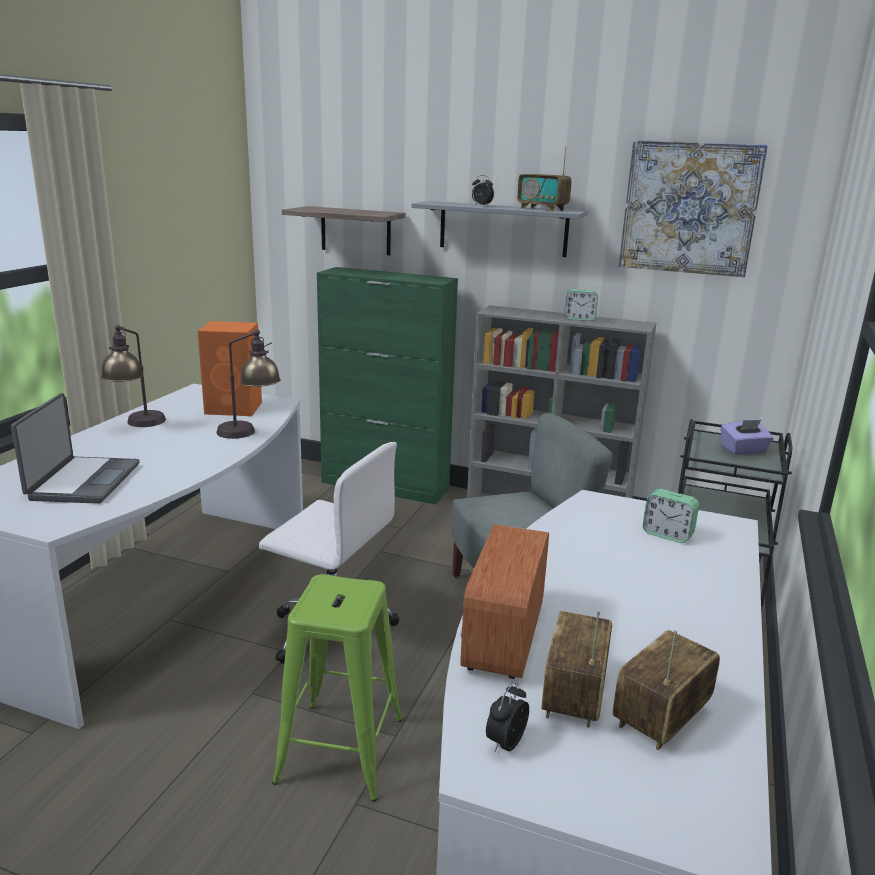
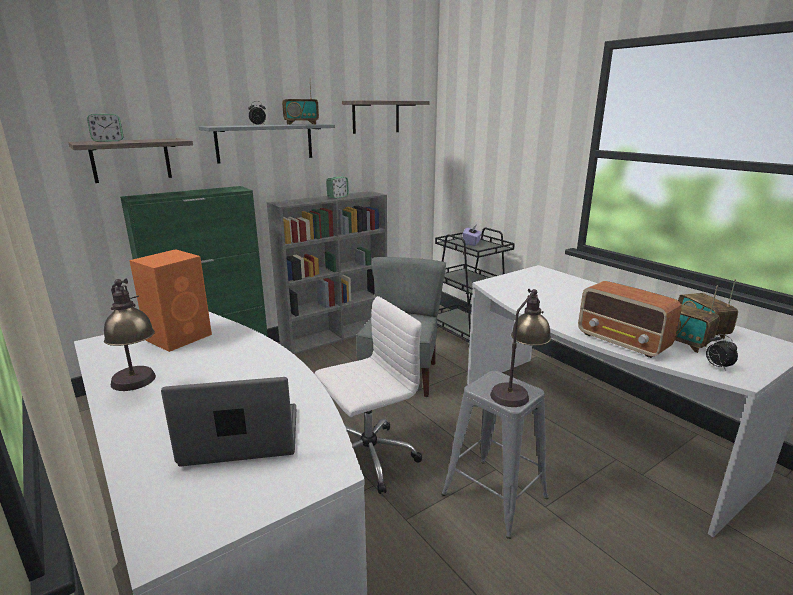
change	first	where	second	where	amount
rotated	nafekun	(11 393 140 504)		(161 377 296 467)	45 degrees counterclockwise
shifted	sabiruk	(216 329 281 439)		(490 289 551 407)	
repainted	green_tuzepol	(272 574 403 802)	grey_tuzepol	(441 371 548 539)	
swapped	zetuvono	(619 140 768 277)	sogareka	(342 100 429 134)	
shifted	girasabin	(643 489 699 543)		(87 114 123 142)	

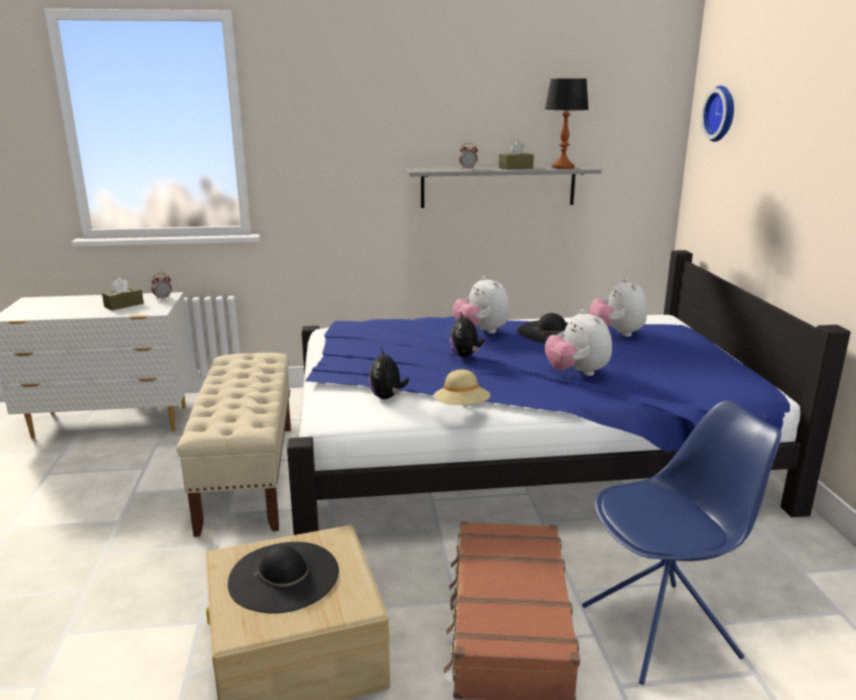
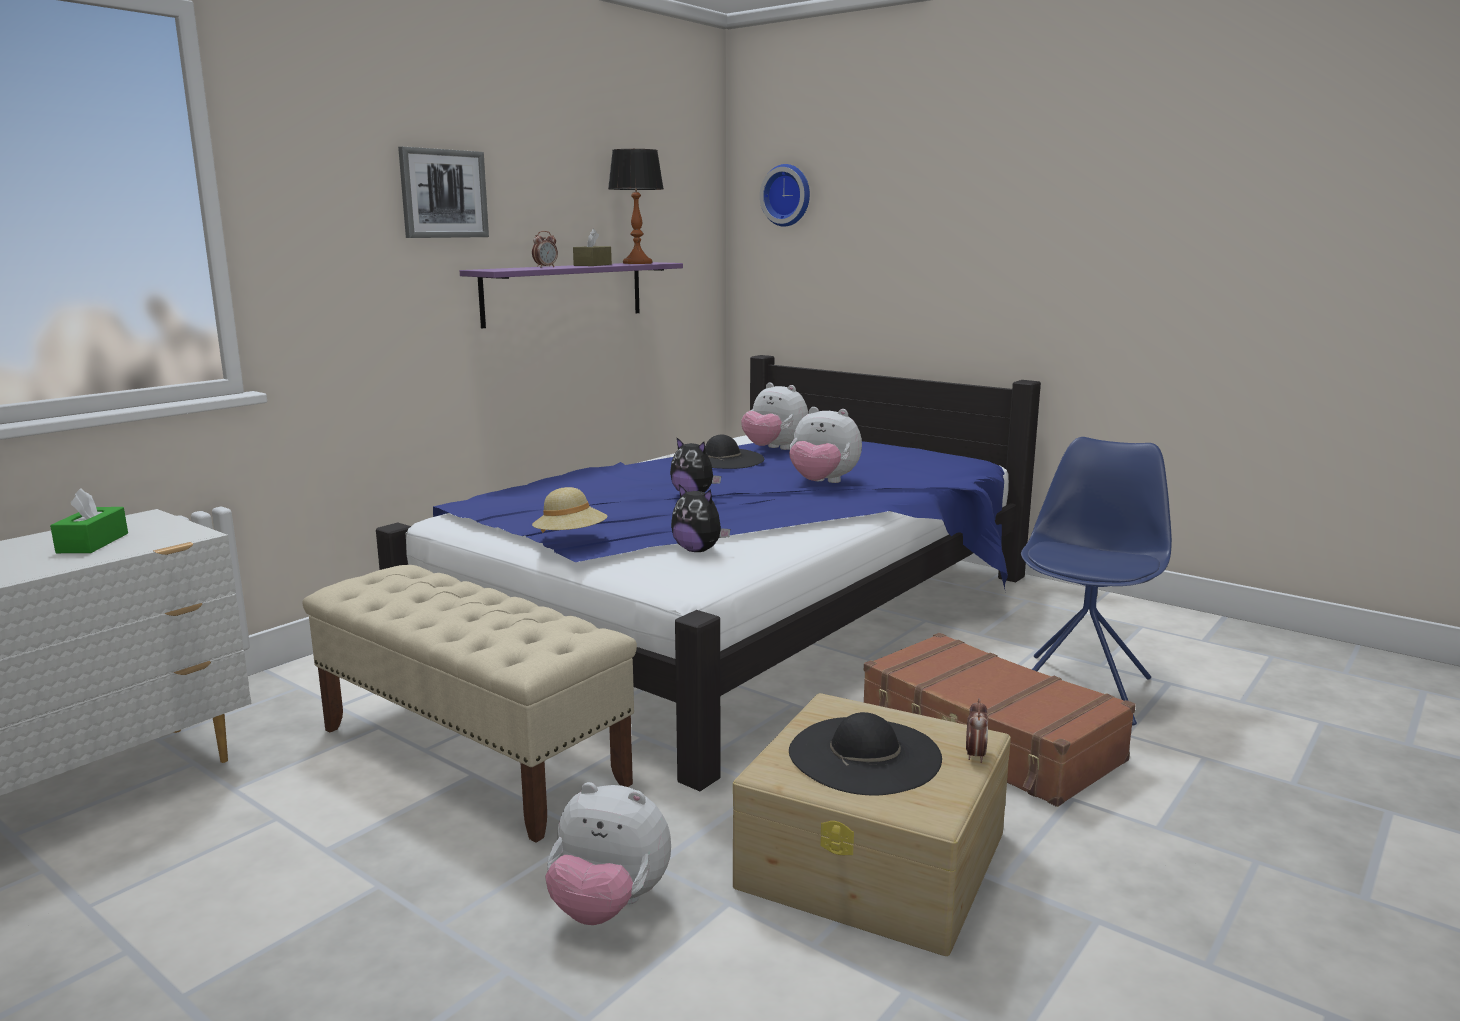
change	first	where	second	where	amount
repainted	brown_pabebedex	(102 277 144 310)	green_pabebedex	(50 488 128 553)	
shifted	girasabin	(151 273 172 300)		(966 698 988 763)	
repainted	grey_sogareka	(406 165 602 208)	purple_sogareka	(460 262 683 328)	
shifted	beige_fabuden	(434 369 490 405)		(532 487 608 533)	
shifted	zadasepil	(453 276 510 334)		(545 782 671 925)	
new			zetuvono	(398 147 489 238)	

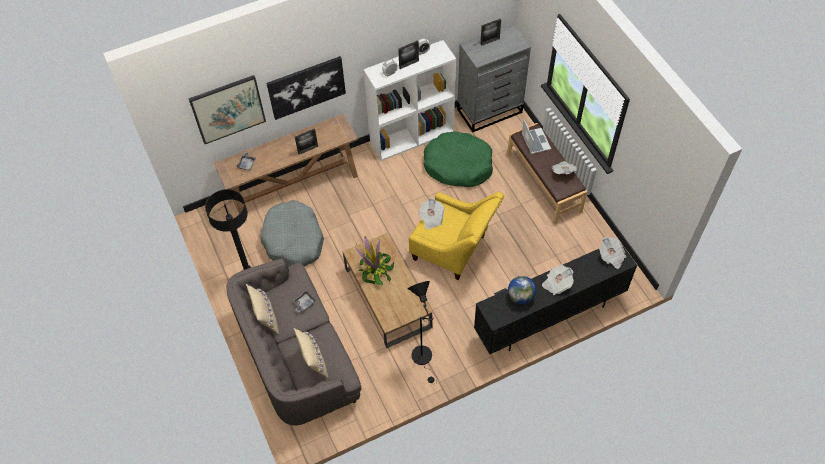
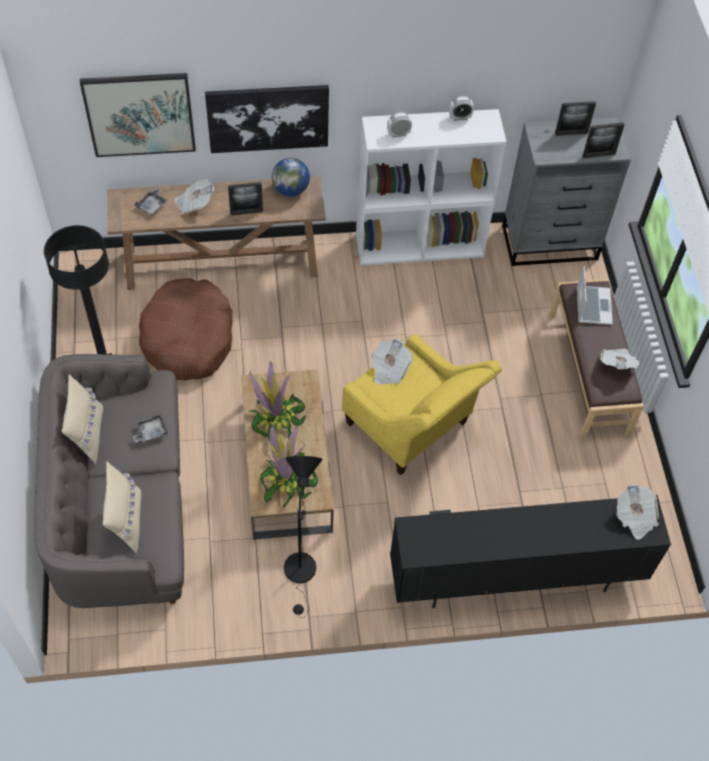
change	first	where	second	where	amount
repainted	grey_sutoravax	(260 200 324 267)	brown_sutoravax	(139 278 232 380)	
shifted	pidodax	(398 41 419 69)		(583 122 624 158)	
gone	green_sutoravax	(424 131 493 187)			
shifted	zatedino	(508 276 536 304)		(272 158 310 196)	
shifted	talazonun	(542 265 574 296)		(174 179 214 215)	
new			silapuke	(260 424 318 508)	

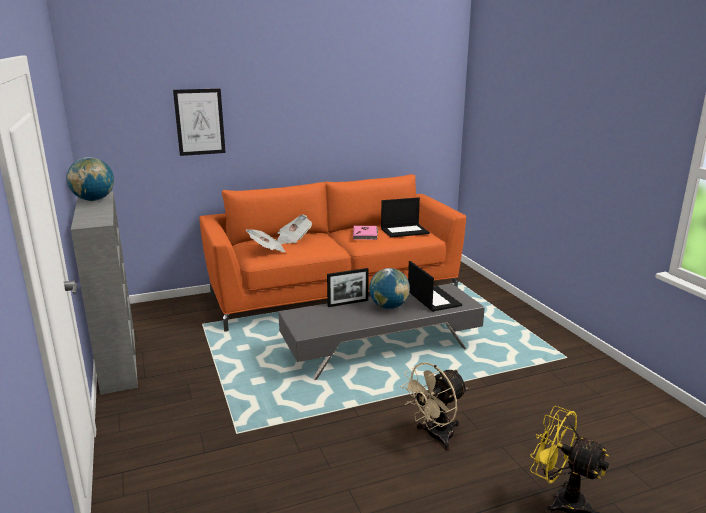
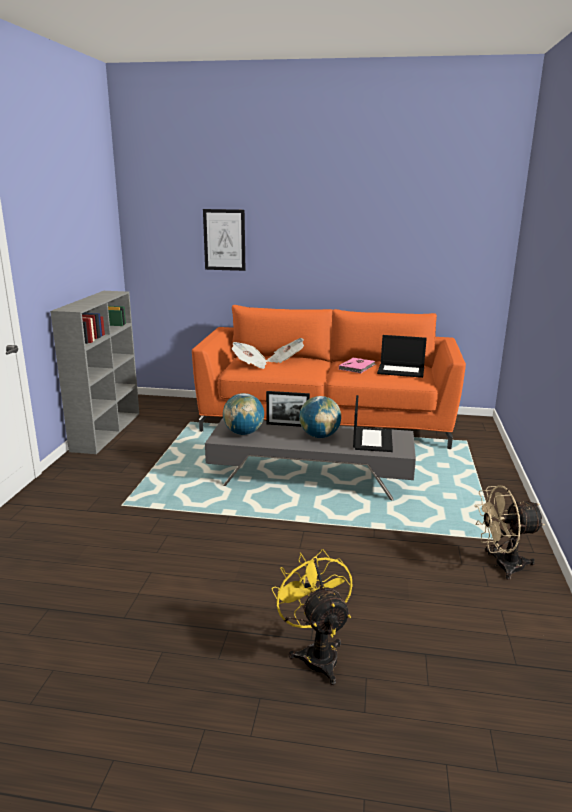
change	first	where	second	where	amount
shifted	zatedino	(67 157 114 201)		(223 393 264 435)	
shifted	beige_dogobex	(401 362 468 450)		(475 485 545 580)	

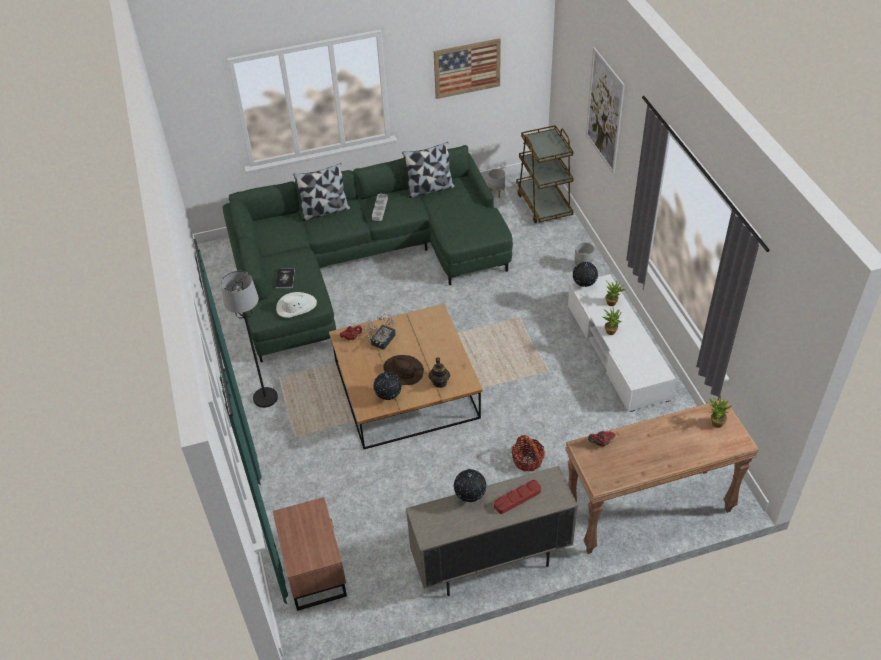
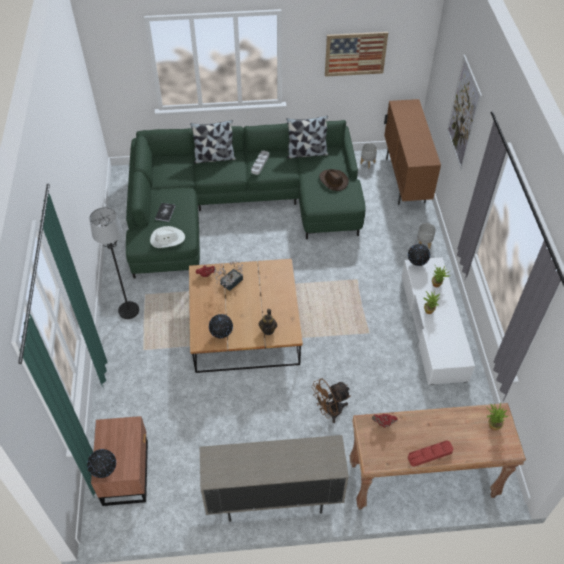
change	first	where	second	where	amount
shifted	brown_fabuden	(383 355 424 385)		(319 169 349 191)	
shifted	zatedino	(454 469 487 503)		(87 449 116 478)	
shifted	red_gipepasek	(494 480 541 514)		(408 441 453 466)	
swapped	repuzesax	(512 435 545 472)	brown_dogobex	(311 378 351 423)	
swapped	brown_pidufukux	(516 125 573 223)	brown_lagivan	(384 99 441 205)	

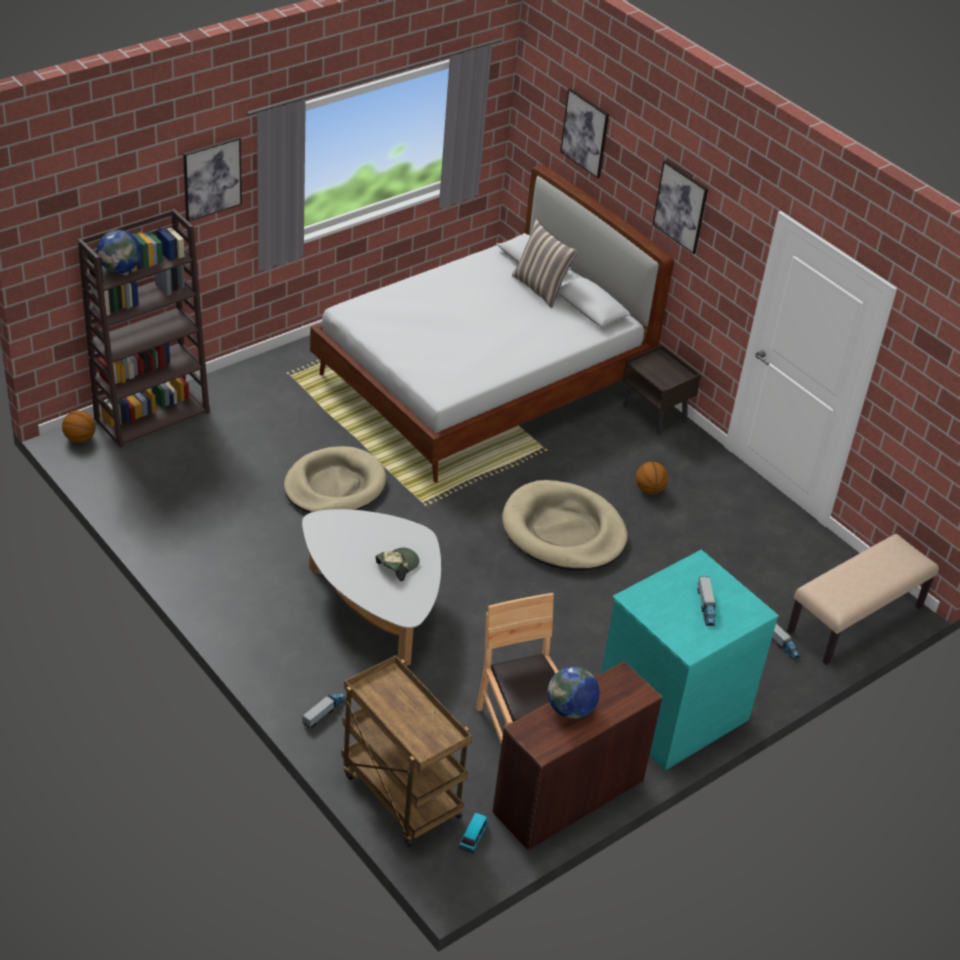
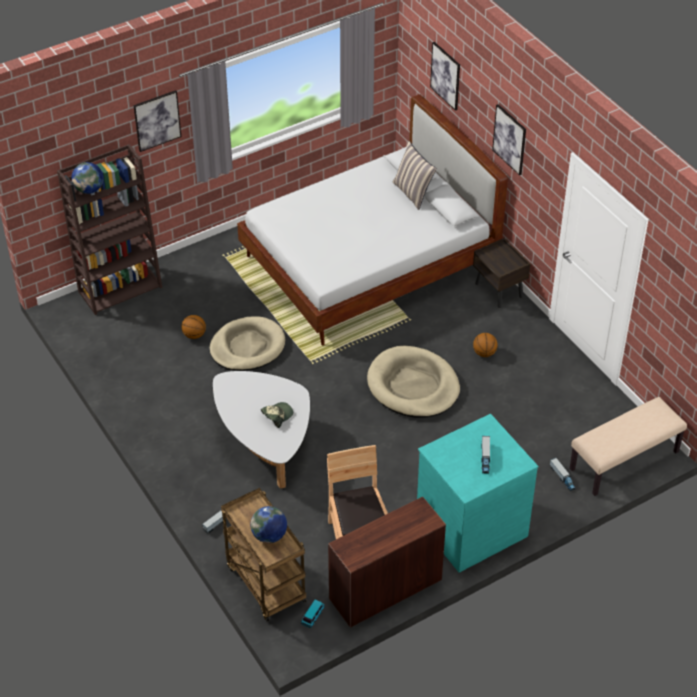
change	first	where	second	where	amount
shifted	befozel	(62 410 96 443)		(181 315 206 339)	
shifted	zatedino	(548 667 600 719)		(250 506 287 543)	

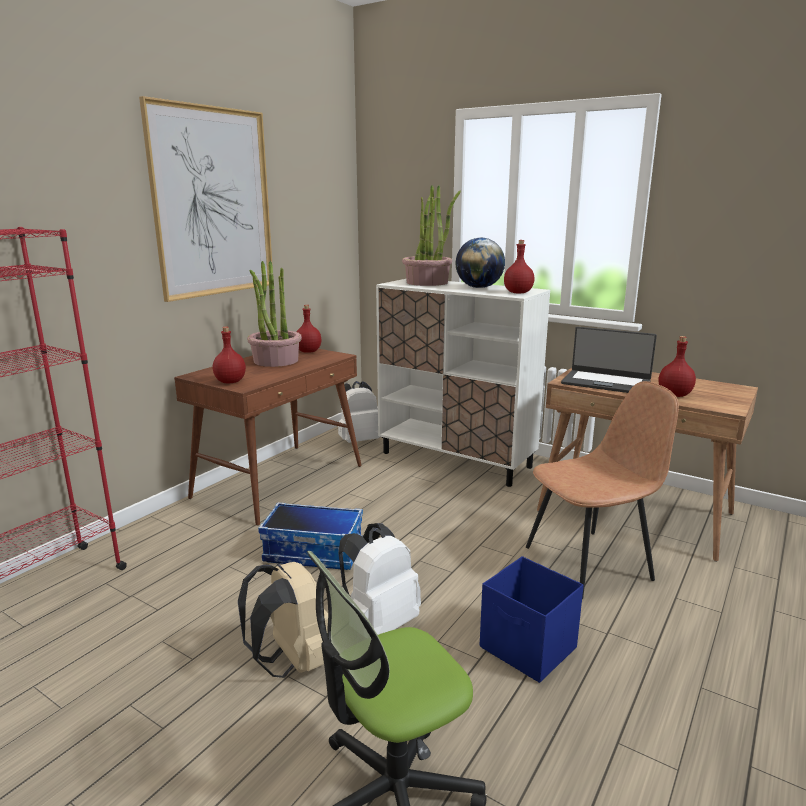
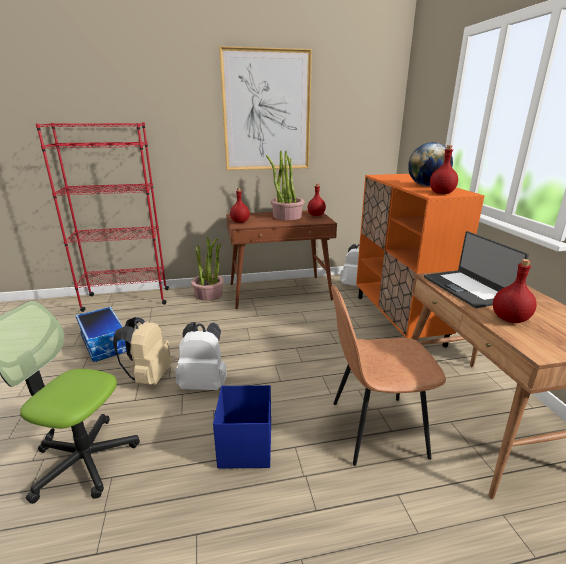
change	first	where	second	where	amount
shifted	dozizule	(258 502 363 570)		(75 306 127 362)	
repainted	white_lagivan	(376 279 550 487)	orange_lagivan	(356 174 485 347)	
shifted	silapuke	(402 185 461 286)		(191 237 224 300)	
rotated	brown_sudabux	(526 381 679 599)		(331 284 446 466)	150 degrees clockwise

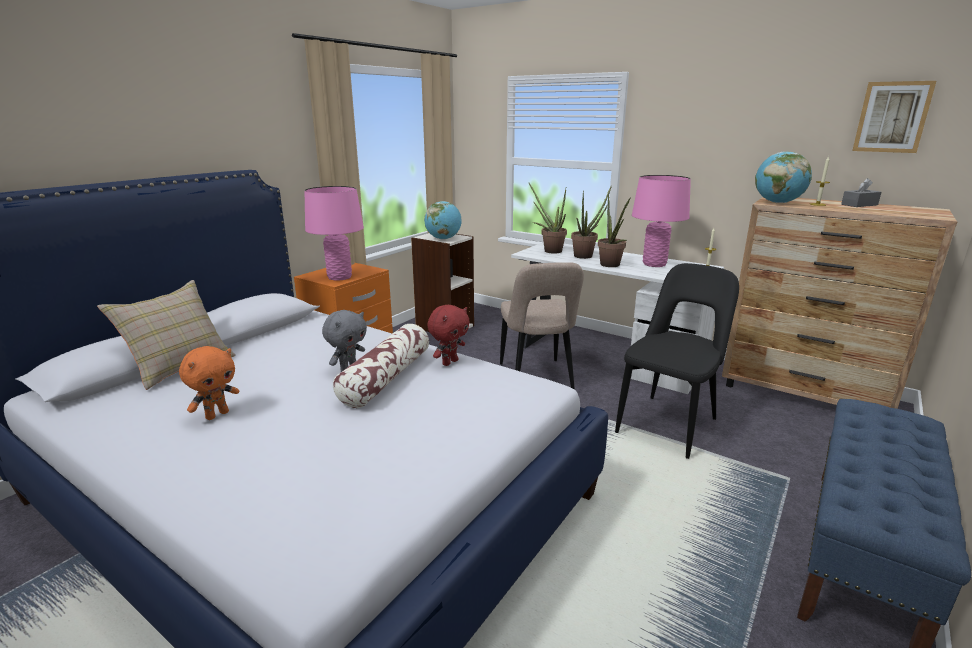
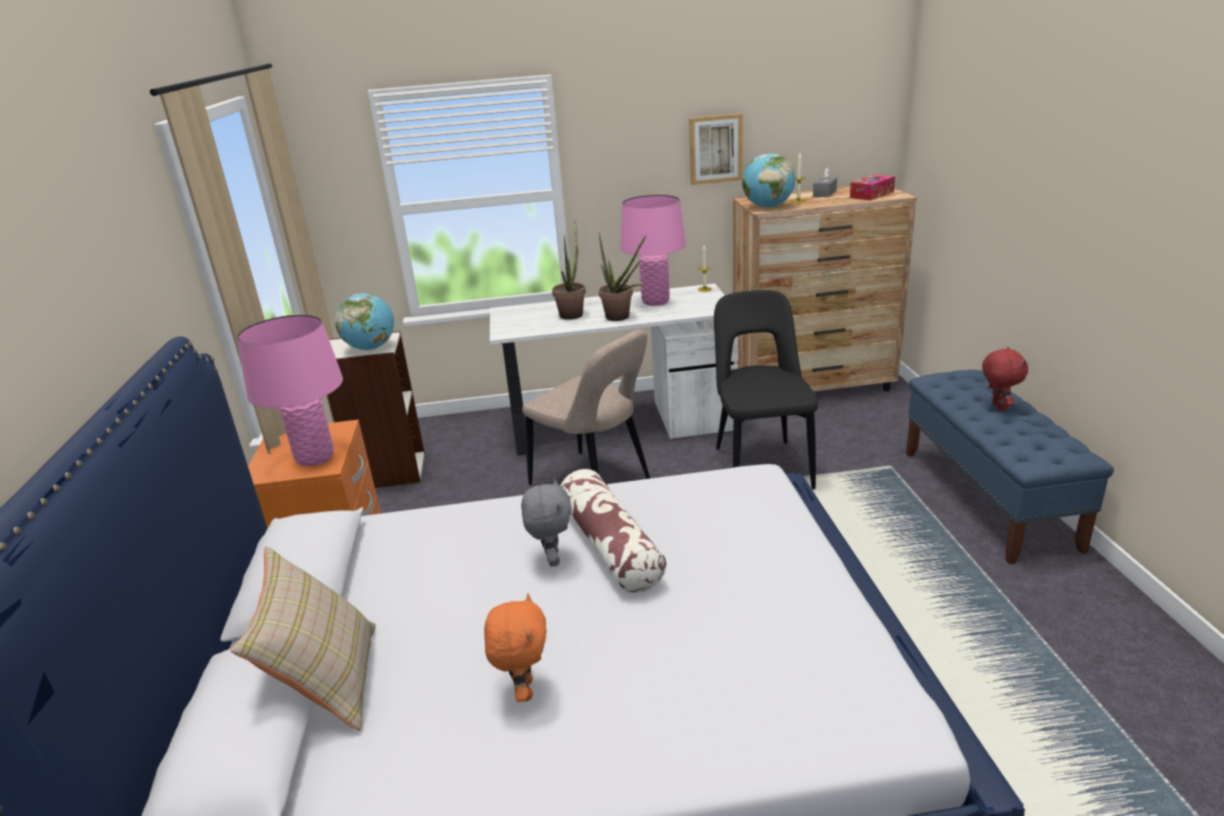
change	first	where	second	where	amount
shifted	red_zadasepil	(428 305 470 366)		(982 347 1028 412)	
gone	silapuke	(529 183 567 254)			
shifted	zetuvono	(852 81 936 153)		(689 113 742 185)	
new			pabebedex	(850 174 895 201)	

